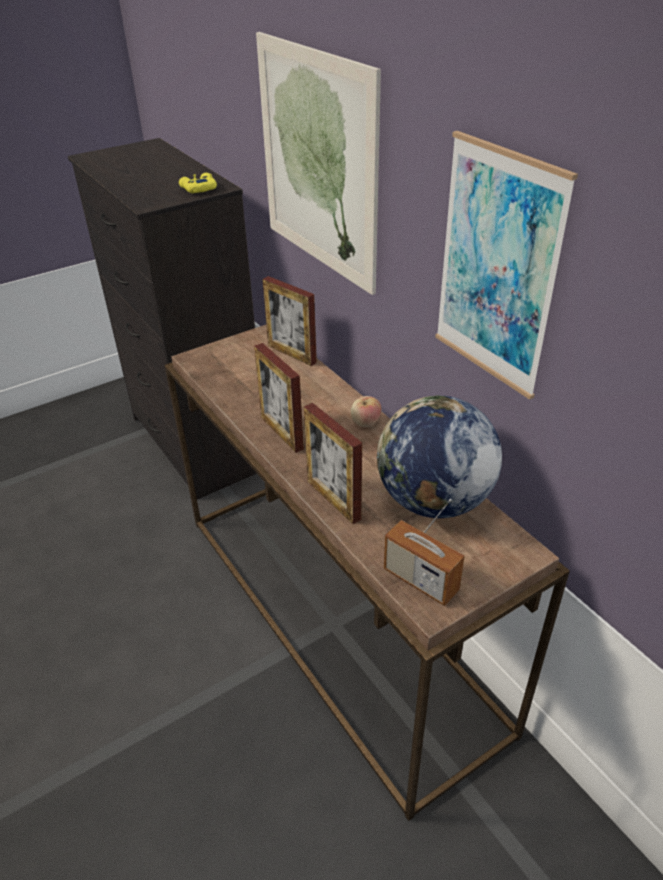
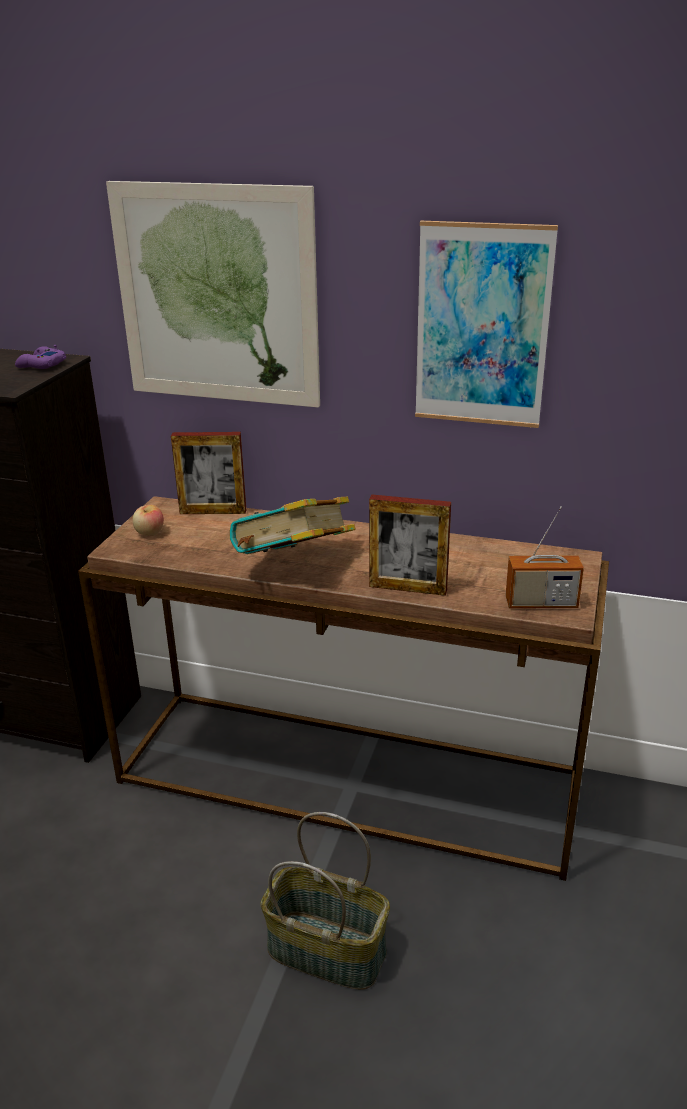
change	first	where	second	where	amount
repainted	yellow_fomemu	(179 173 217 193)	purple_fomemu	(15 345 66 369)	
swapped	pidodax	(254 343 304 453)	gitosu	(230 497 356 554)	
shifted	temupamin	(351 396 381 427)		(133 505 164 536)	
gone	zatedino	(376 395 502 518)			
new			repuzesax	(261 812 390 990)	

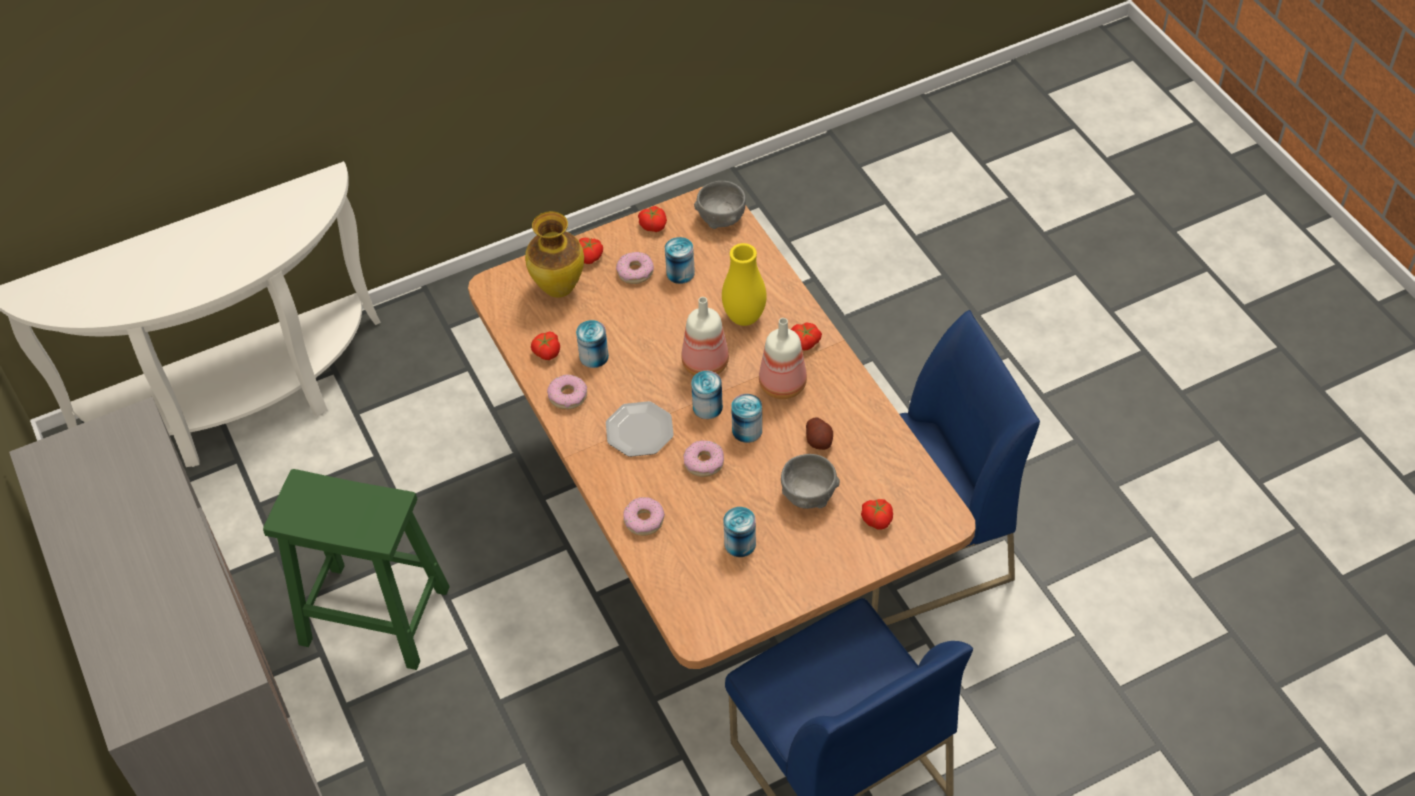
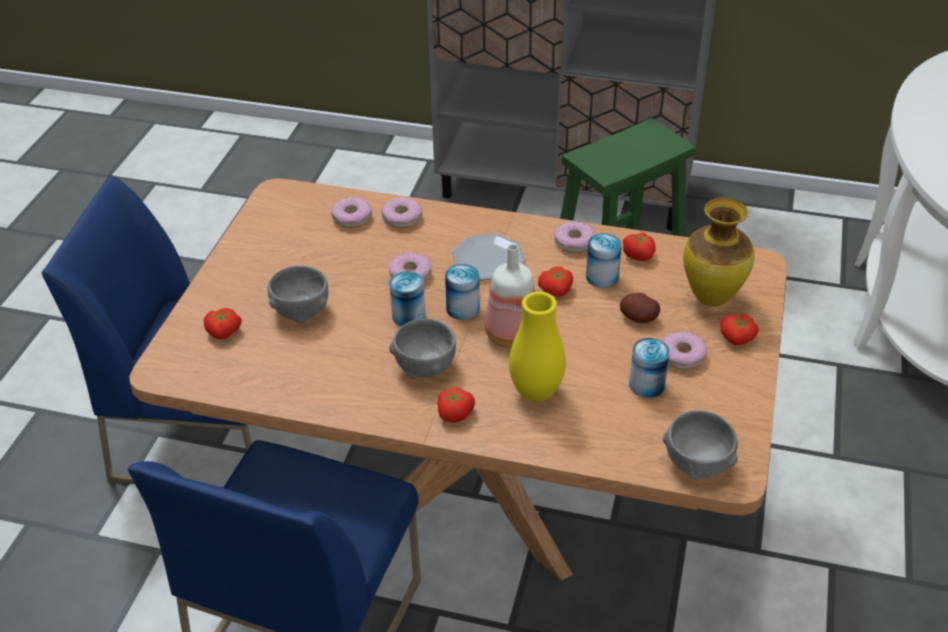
change	first	where	second	where	amount
shifted	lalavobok	(638 206 667 232)		(538 266 573 297)	
gone	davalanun	(723 507 756 557)			
swapped	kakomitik	(759 318 807 399)	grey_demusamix	(389 319 456 379)	
shifted	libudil	(806 417 833 450)		(620 293 660 323)	
new			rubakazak	(331 197 372 228)	

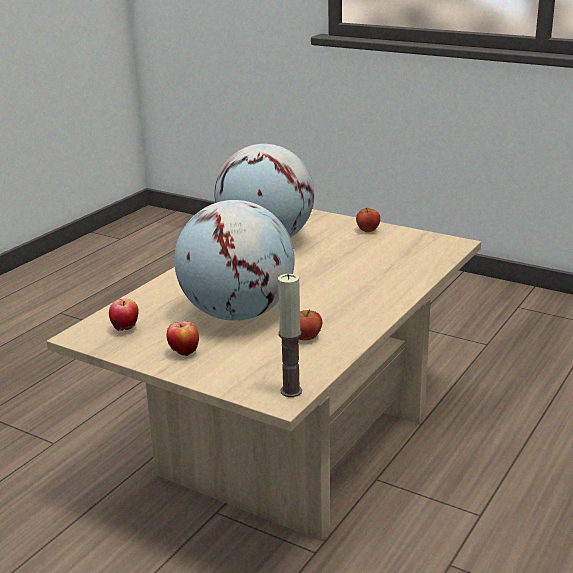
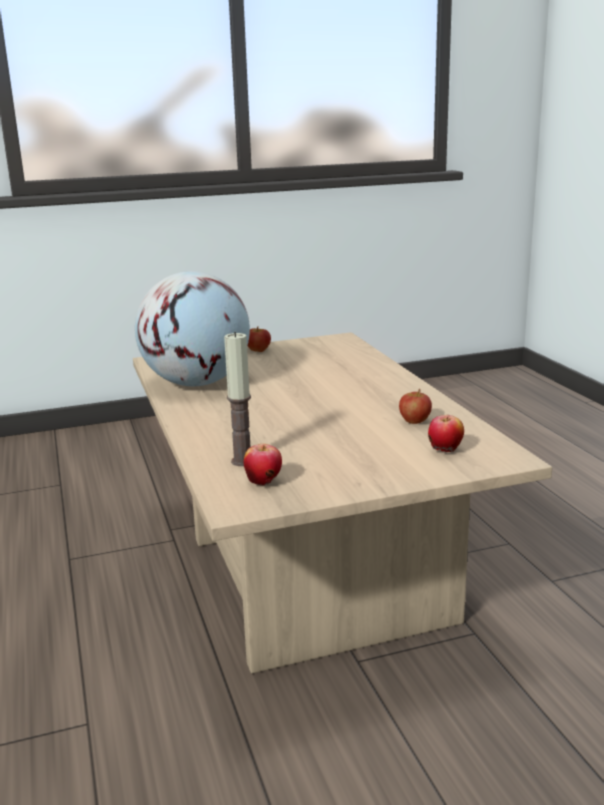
change	first	where	second	where	amount
shifted	temupamin	(167 321 199 356)		(428 415 464 452)	
gone	zatedino	(174 200 295 321)			
shifted	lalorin	(278 274 302 397)		(224 332 251 466)	

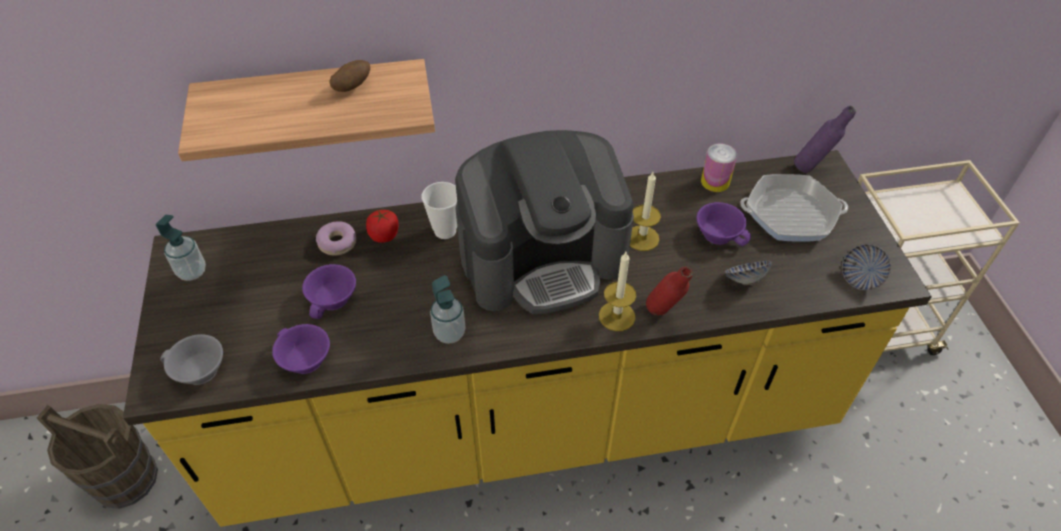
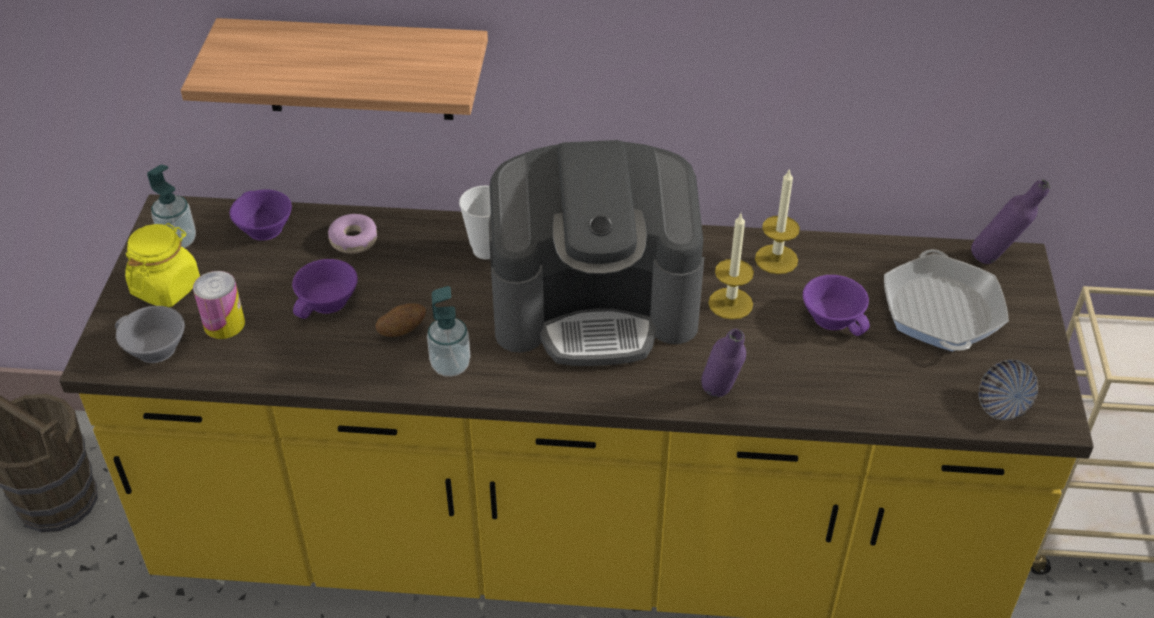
change	first	where	second	where	amount
shifted	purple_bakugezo	(272 324 330 374)		(230 189 292 241)	
shifted	libudil	(330 60 370 92)		(375 303 426 337)	
gone	lalavobok	(366 210 398 243)			
shifted	lalorin	(599 252 636 331)		(755 168 800 274)	
repainted	red_kakomitik	(646 267 693 316)	purple_kakomitik	(701 329 746 397)	
shifted	davalanun	(701 143 737 192)		(193 271 245 339)	
gone	demusamix	(724 261 771 285)			
rotated	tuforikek	(741 174 848 242)		(884 249 1009 352)	75 degrees clockwise
new			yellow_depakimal	(125 223 200 307)	

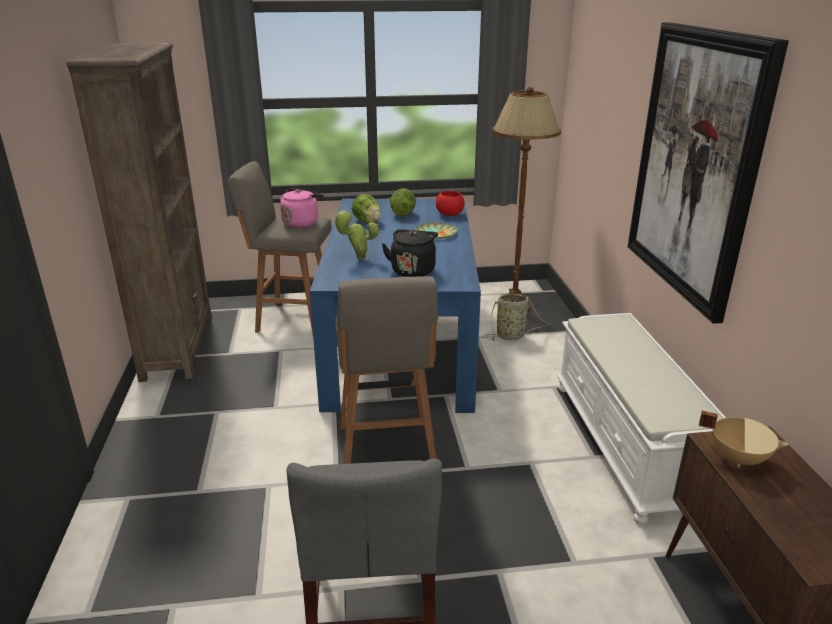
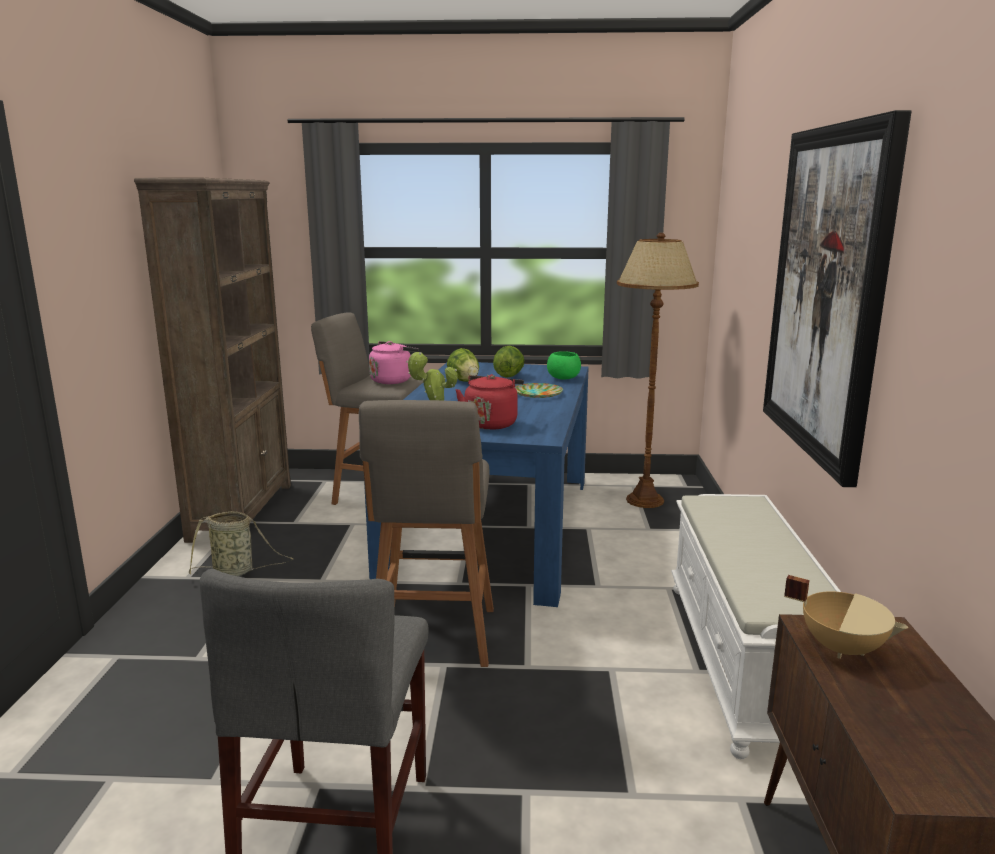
change	first	where	second	where	amount
repainted	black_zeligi	(382 229 438 277)	red_zeligi	(455 374 524 430)	
repainted	red_demusamix	(436 191 465 216)	green_demusamix	(547 351 581 380)	
shifted	repuzesax	(483 293 550 340)		(188 511 293 576)	

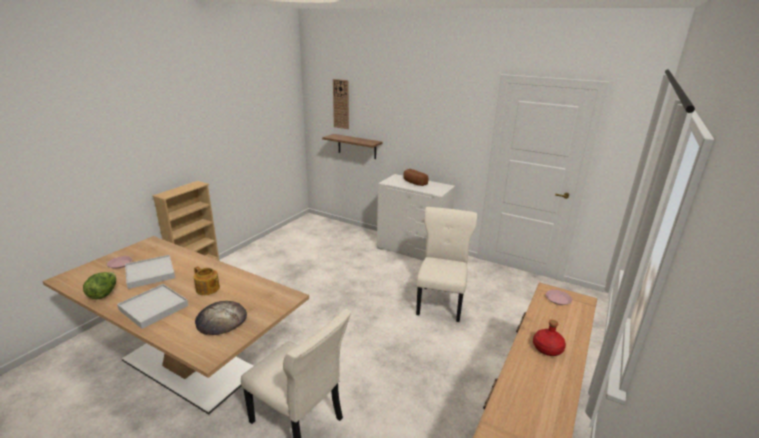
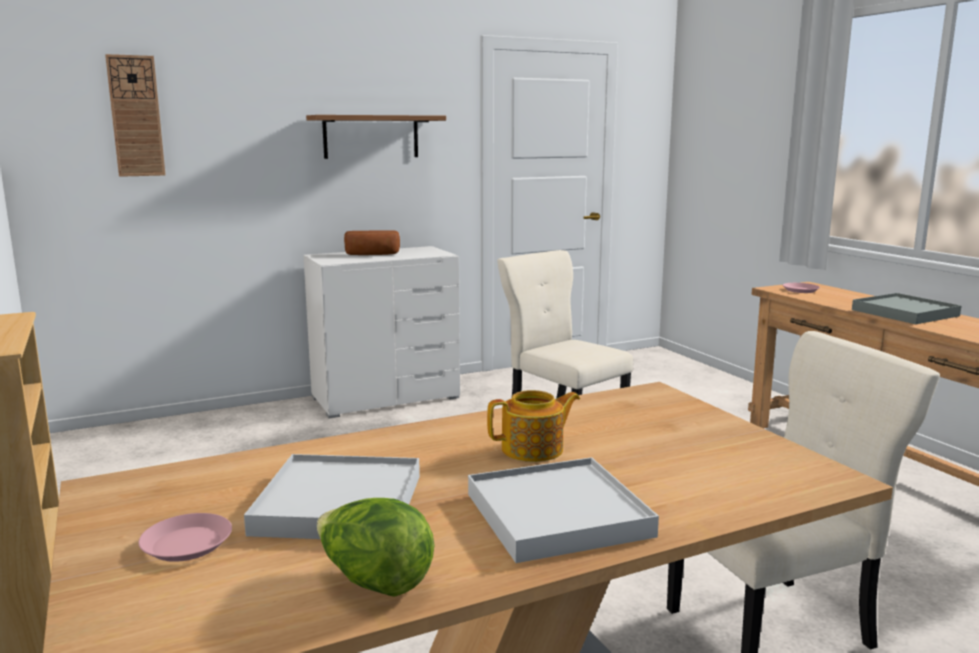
change	first	where	second	where	amount
gone	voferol	(195 301 247 335)			
shifted	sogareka	(322 134 383 159)		(306 115 446 159)	
swapped	red_kakomitik	(533 320 566 356)	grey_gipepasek	(852 293 962 324)	

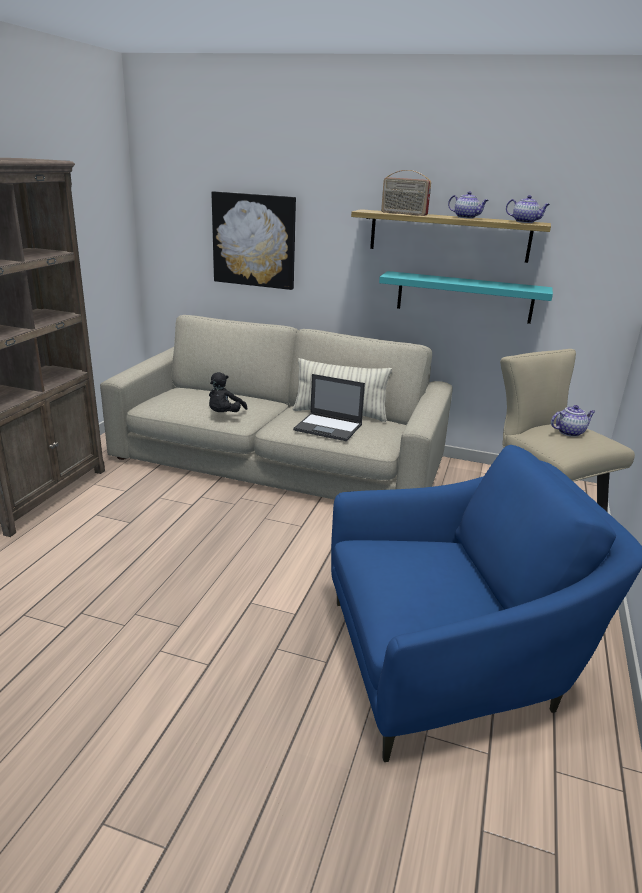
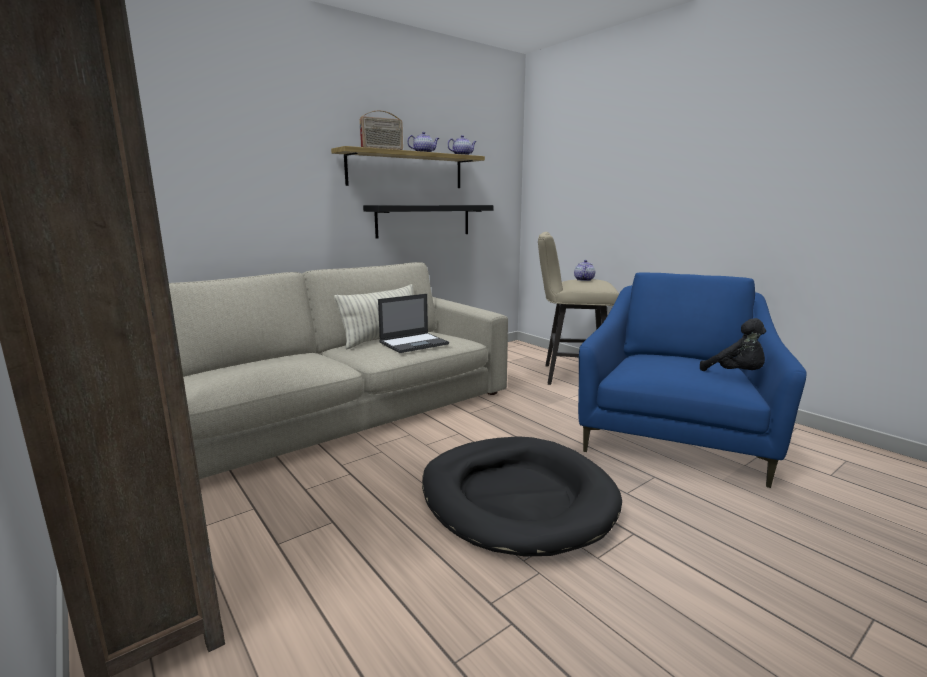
change	first	where	second	where	amount
shifted	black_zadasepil	(209 372 247 412)		(700 318 766 371)	
gone	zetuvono	(211 191 296 290)			
repainted	turquoise_sogareka	(379 271 553 324)	black_sogareka	(363 205 494 239)	
new			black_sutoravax	(422 436 622 556)	

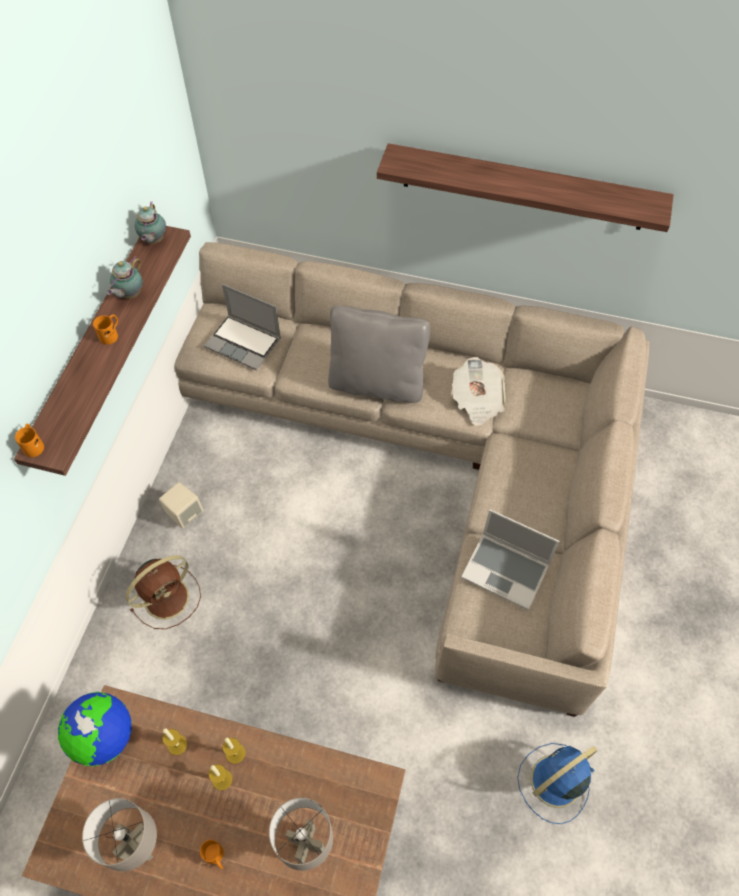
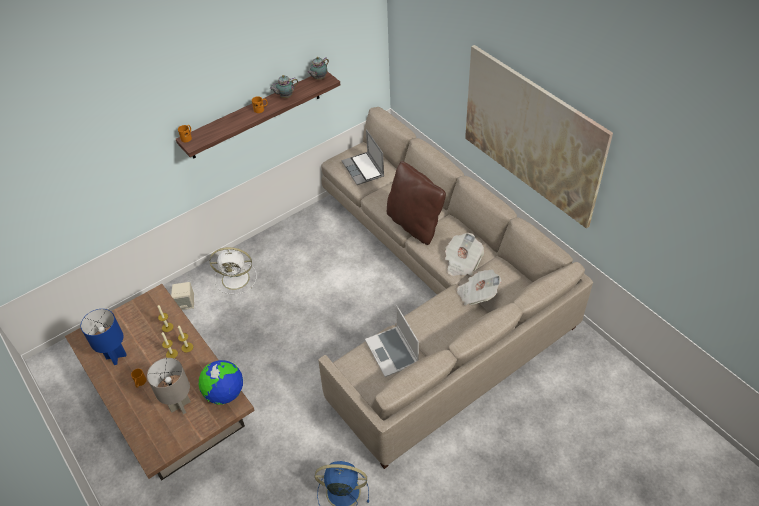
change	first	where	second	where	amount
shifted	zatedino	(58 692 132 766)		(199 360 243 405)	
repainted	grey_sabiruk	(82 798 157 871)	blue_sabiruk	(81 309 126 365)	
repainted	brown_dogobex	(126 555 201 629)	white_dogobex	(210 247 256 294)	
shifted	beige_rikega	(159 482 203 529)		(171 282 194 310)	
repainted	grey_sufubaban	(328 306 430 403)	brown_sufubaban	(387 161 446 245)	
swapped	sogareka	(377 143 674 232)	zetuvono	(465 45 613 229)	
new			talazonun	(456 269 502 306)	

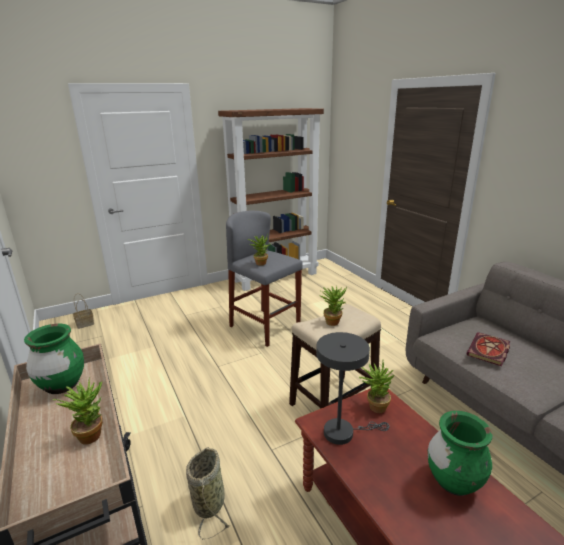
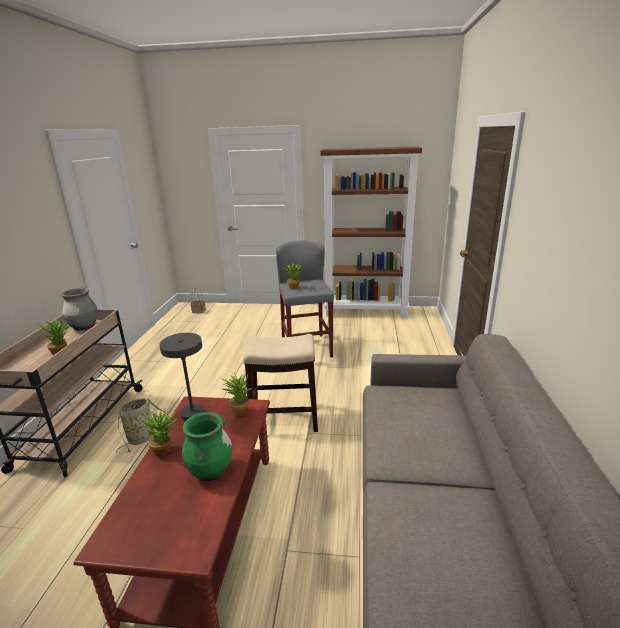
change	first	where	second	where	amount
repainted	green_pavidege	(24 324 84 394)	grey_pavidege	(61 288 98 331)	
shifted	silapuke	(319 285 347 326)		(142 407 178 456)	
gone	gitosu	(467 332 510 366)			

